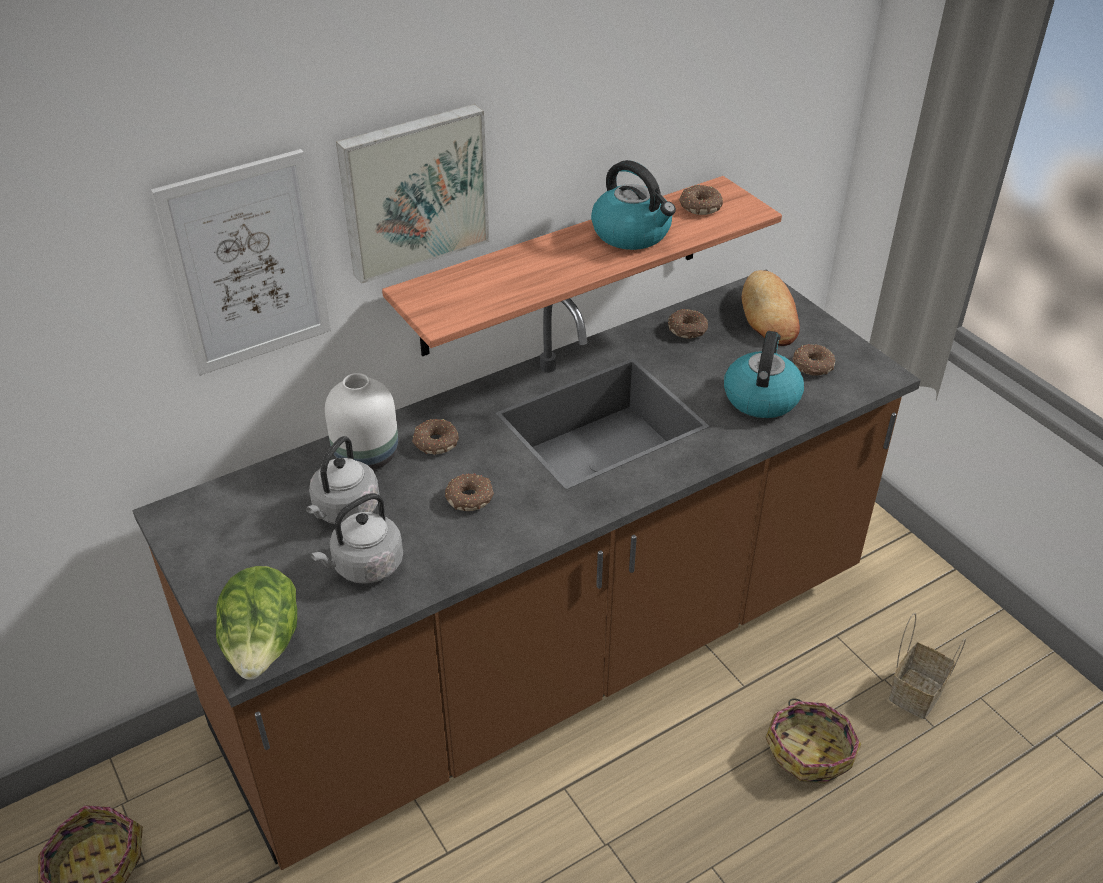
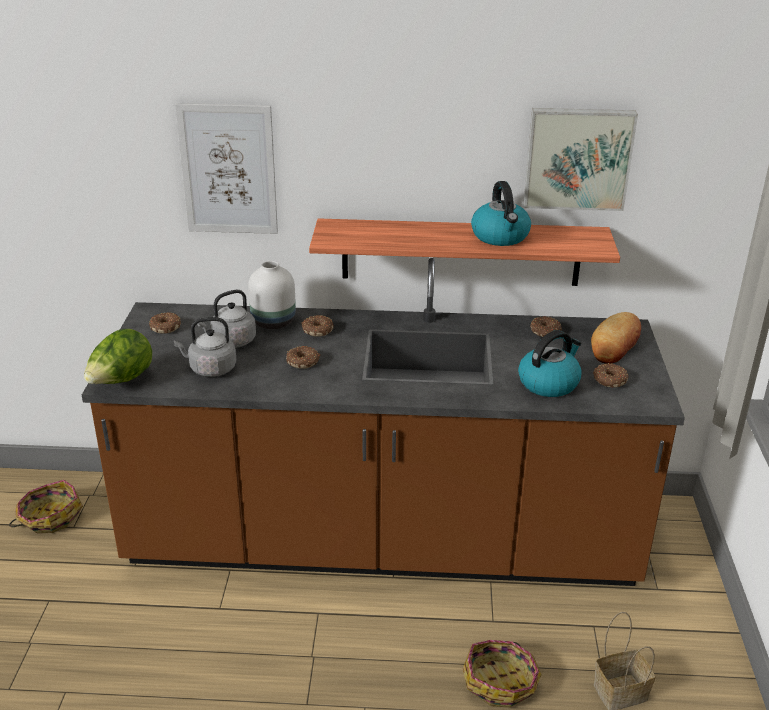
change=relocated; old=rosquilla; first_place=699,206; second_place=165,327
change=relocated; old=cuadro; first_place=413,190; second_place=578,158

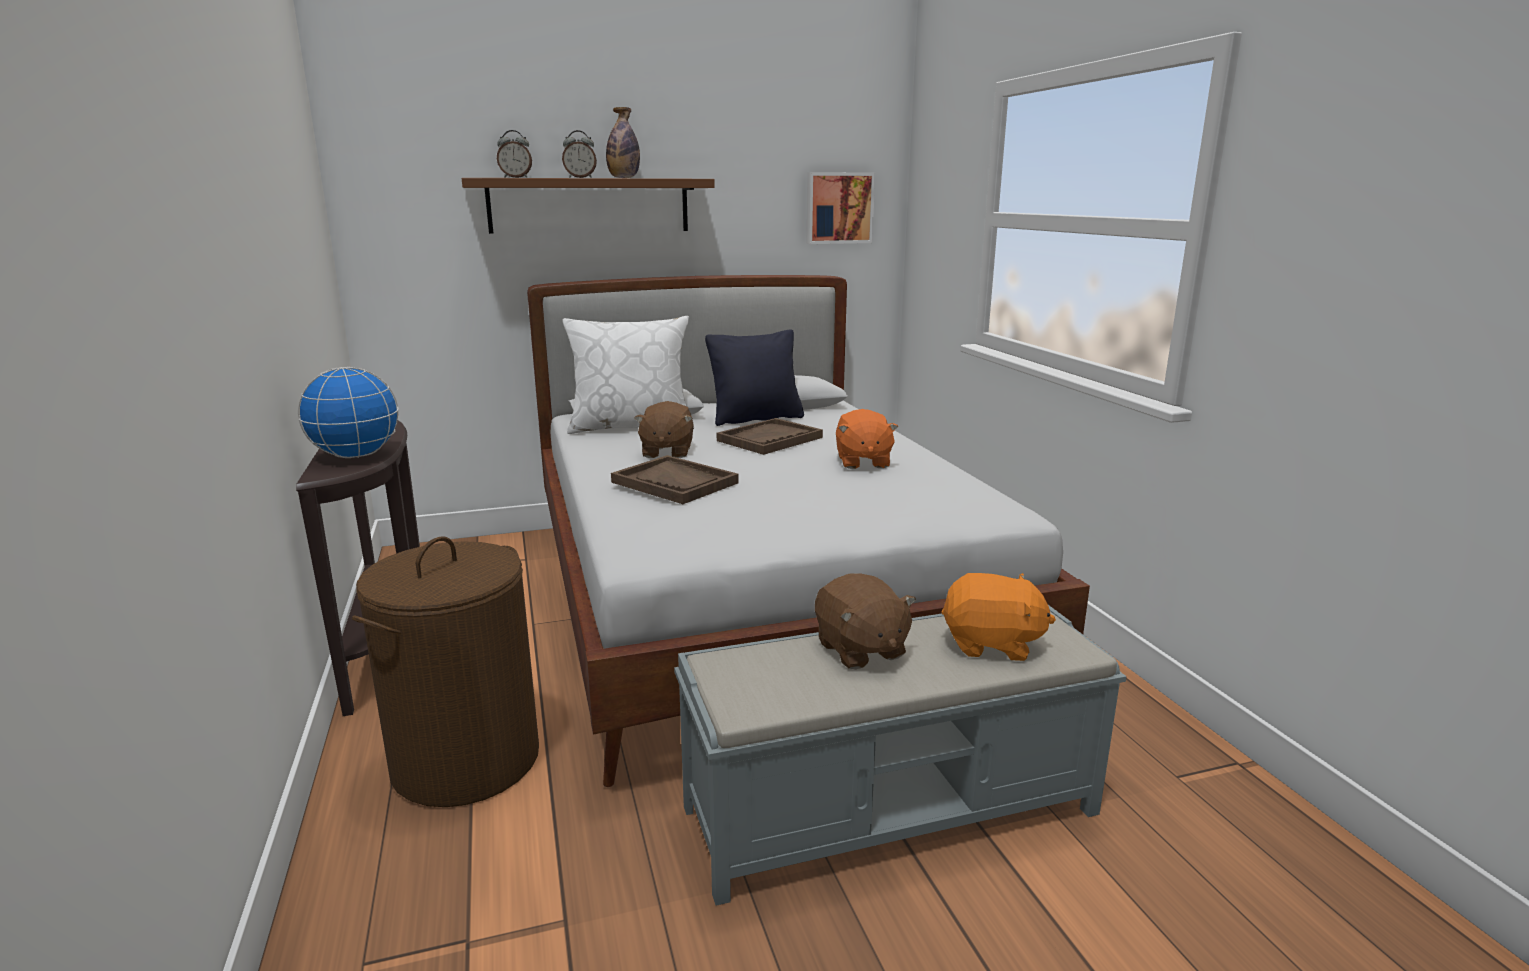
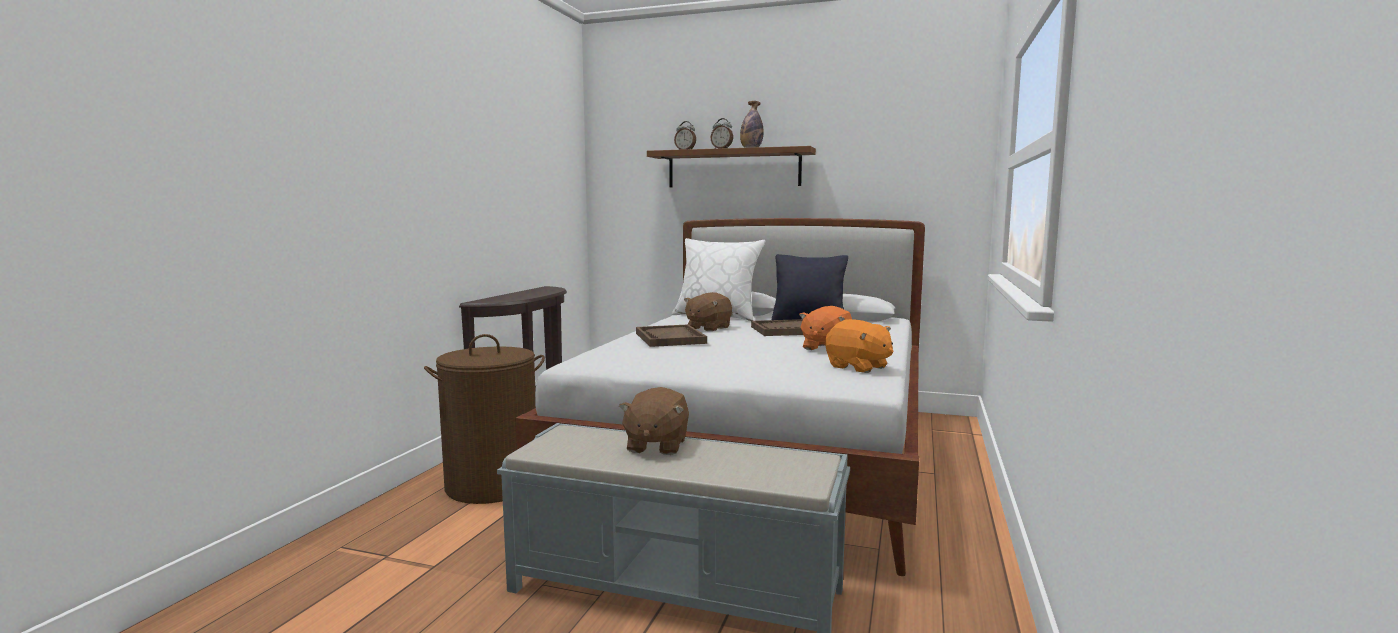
change=relocated; old=peluche (naranja); first_place=992,644; second_place=858,367
change=missing; old=globo terráqueo; first_place=356,456
change=missing; old=cuadro; first_place=839,208

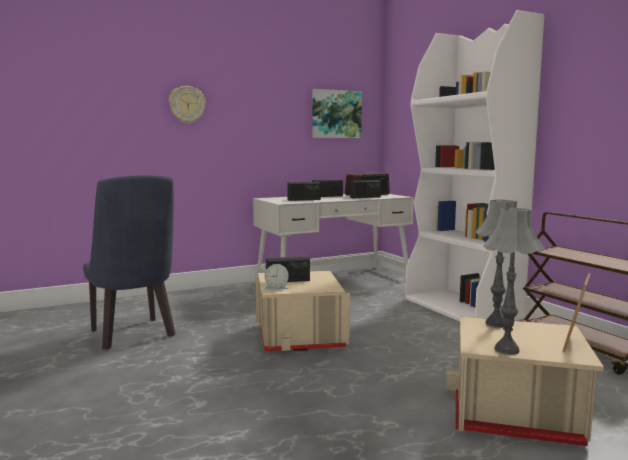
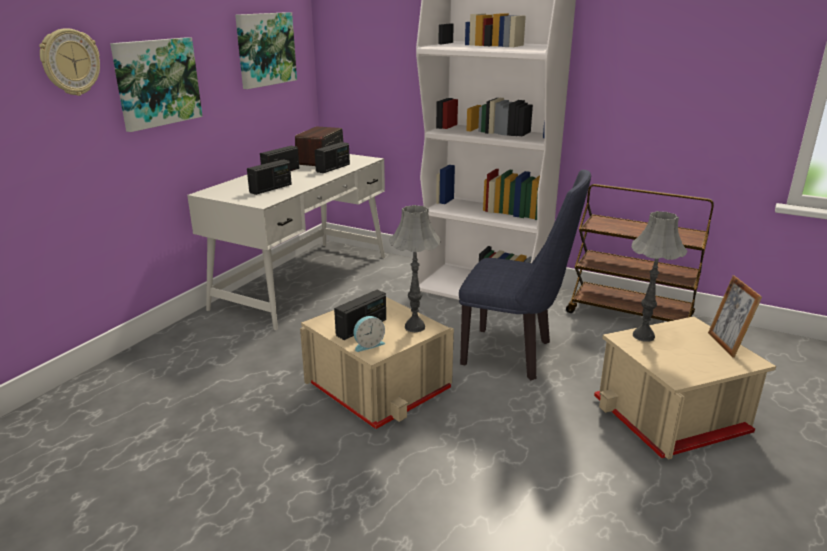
change=appeared; new=cuadro; second_place=157,82
change=relocated; old=lámpara de mesa (gris); first_place=506,350; second_place=414,327
change=relocated; old=silla (azul); first_place=134,335; second_place=515,354

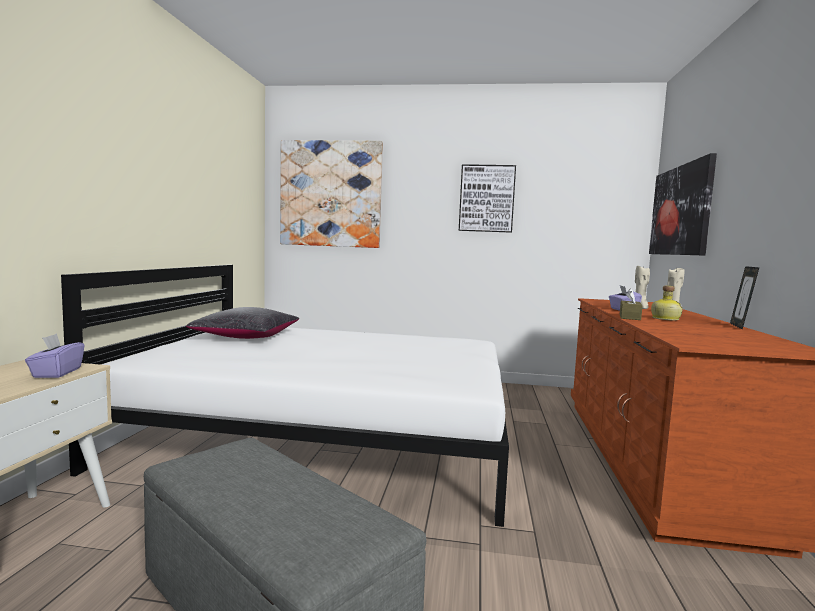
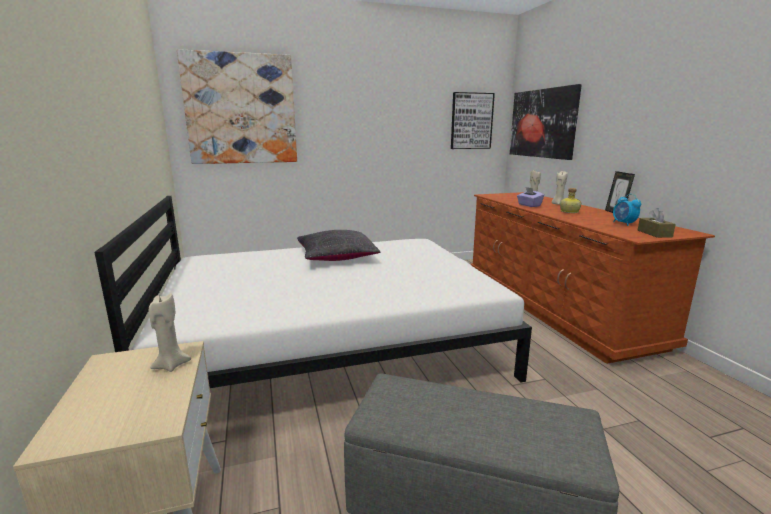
change=exchanged; old=caja de pañuelos (morado); new=vela (beis); first_place=56,373; second_place=171,365
change=relocated; old=cojín (negro); first_place=246,337; second_place=337,257
change=relocated; old=cuadro; first_place=486,198; second_place=471,121
change=appeared; new=despertador; second_place=623,224
change=relocated; old=caja de pañuelos (marrón); first_place=629,317; second_place=654,233

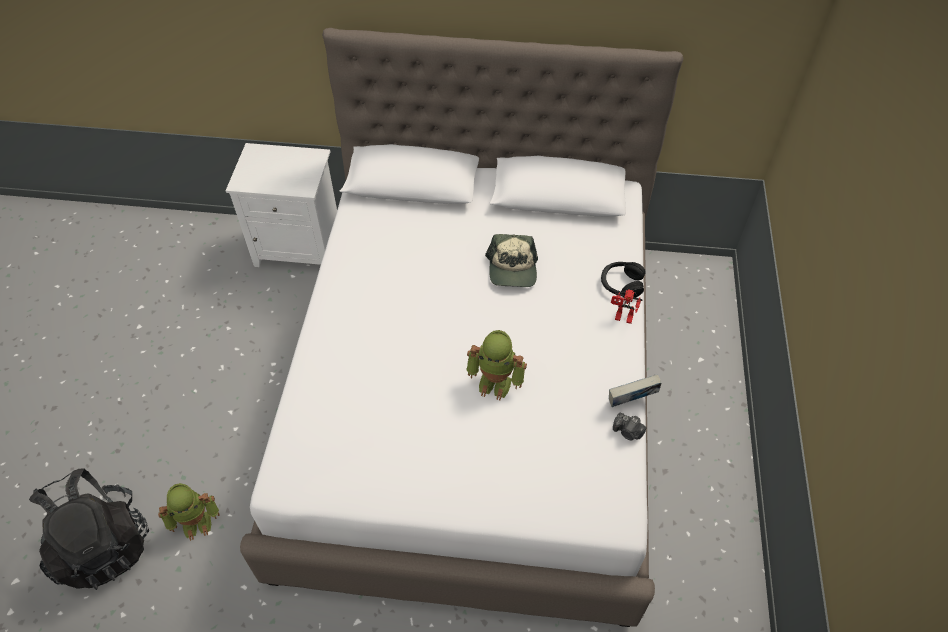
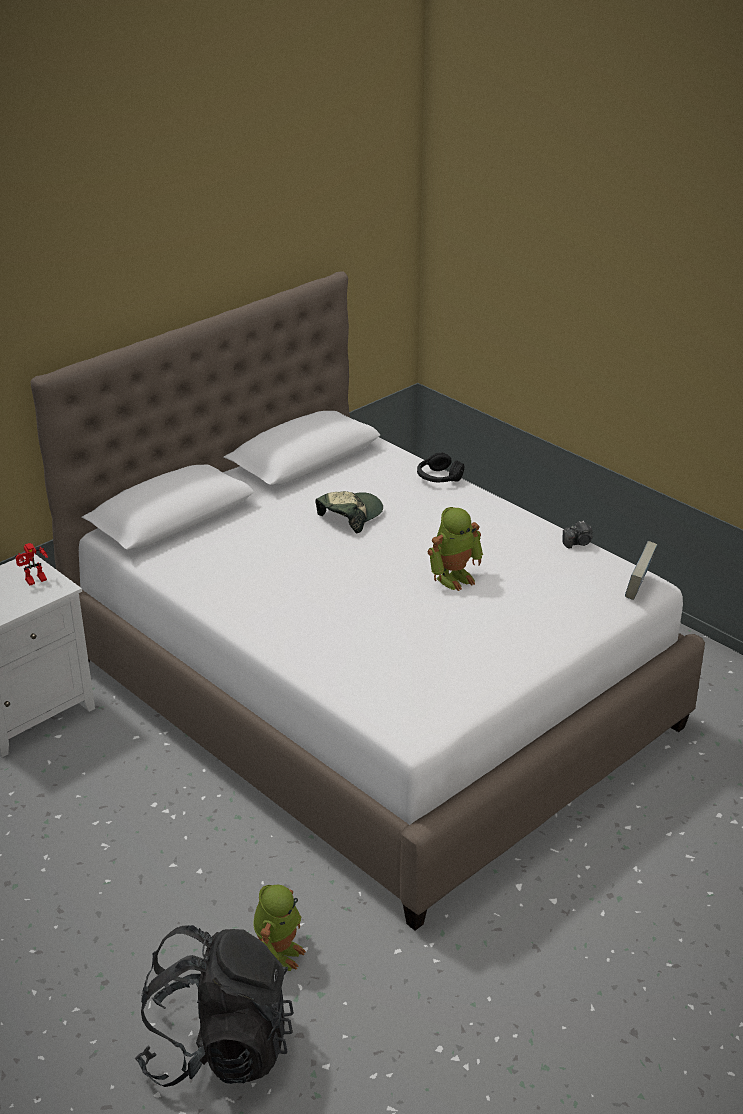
change=relocated; old=robot de juguete; first_place=622,318; second_place=35,581
change=spun; old=gorra; first_place=512,269; second_place=350,516; degrees=-90
change=relocated; old=libro; first_place=631,401; second_place=638,588

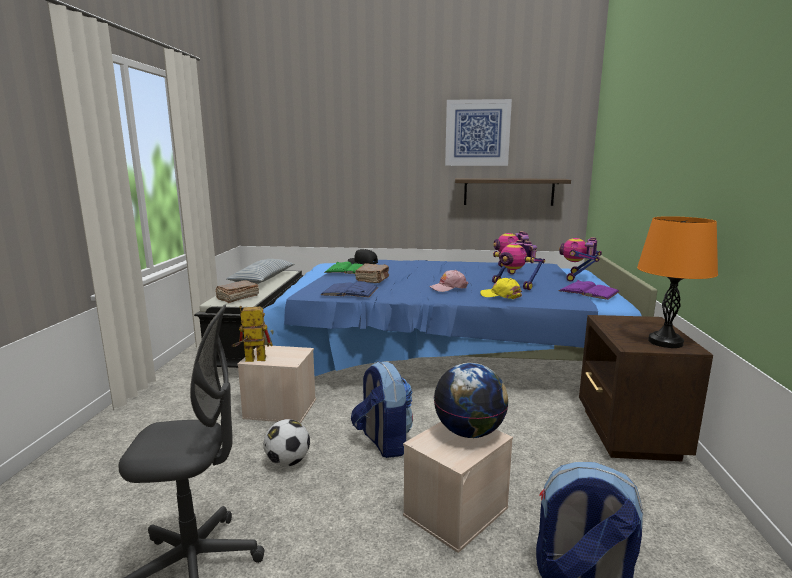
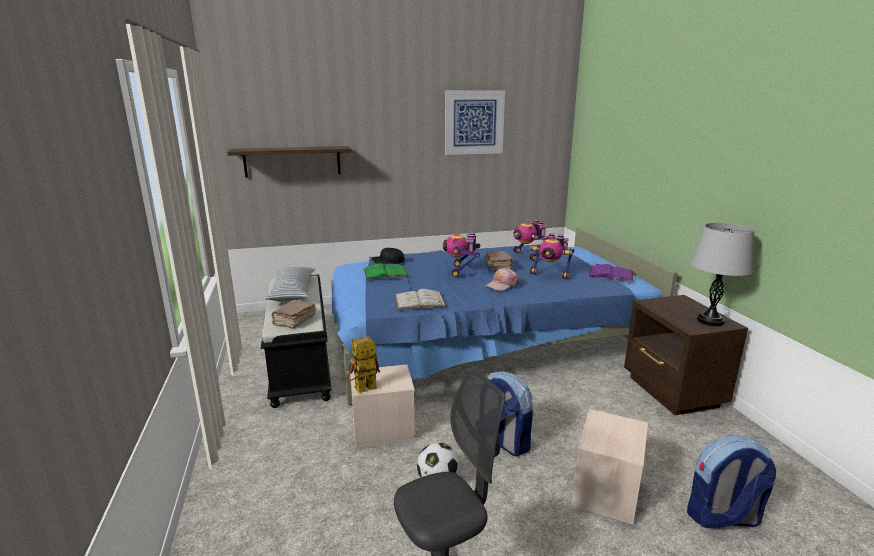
change=relocated; old=estante; first_place=508,192; second_place=292,161
change=colour; old=libro (azul); new=libro (blanco); first_place=350,291; second_place=419,301
change=relocated; old=robot de juguete; first_place=578,277; second_place=461,271
change=relocated; old=libro (marrón); first_place=373,280; second_place=498,266
change=colour; old=lámpara de mesa (naranja); new=lámpara de mesa (gris); first_place=665,342; second_place=710,321
change=missing; old=globo terráqueo; first_place=469,432
change=missing; old=gorra (amarillo); first_place=501,295

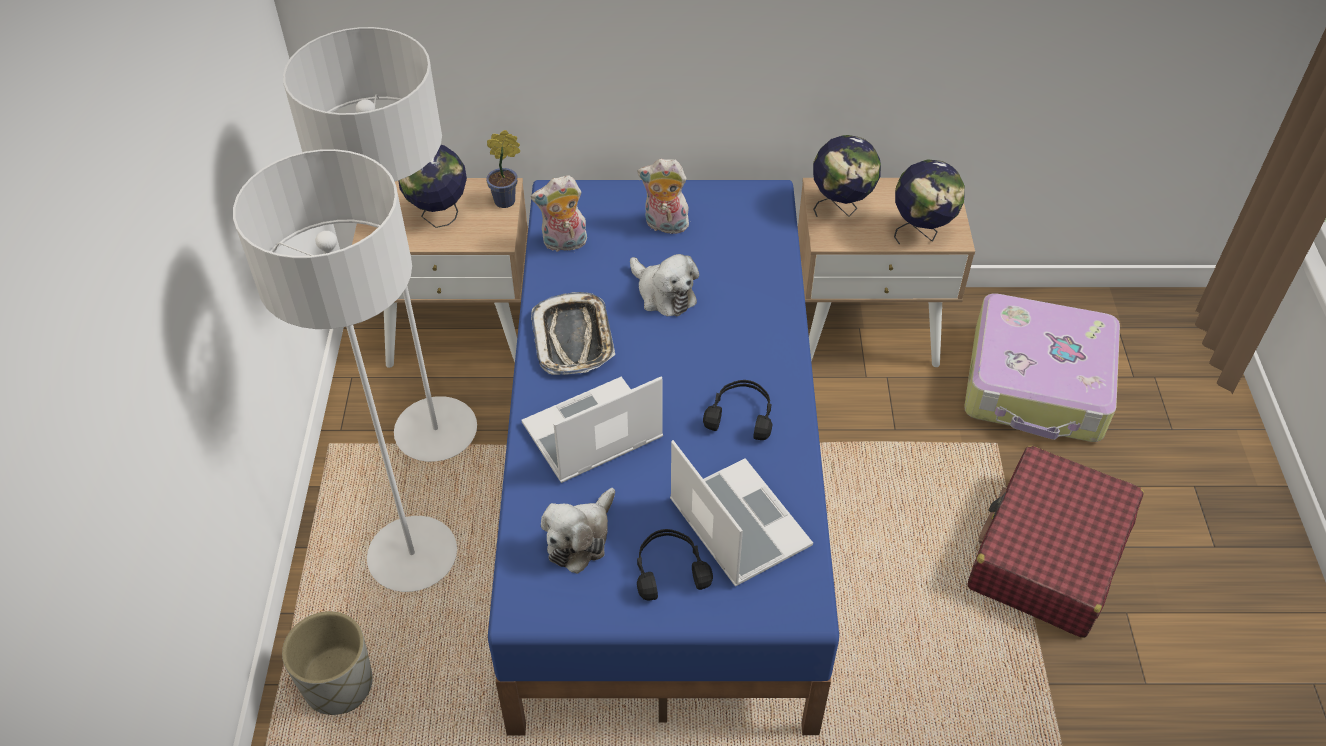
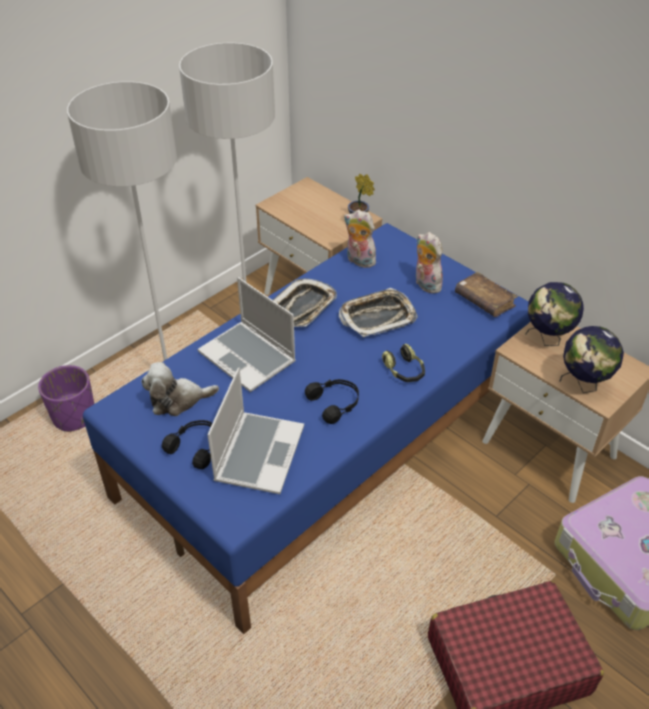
change=colour; old=maceta (gris); new=maceta (morado); first_place=338,684; second_place=74,416
change=spun; old=portátil; first_place=592,434; second_place=249,357; degrees=-150
change=exchanged; old=peluche; new=bandeja; first_place=663,294; second_place=377,317
change=appeared; new=auriculares; second_place=404,371
change=appeared; new=libro (marrón); second_place=484,301
change=missing; old=globo terráqueo; first_place=439,217

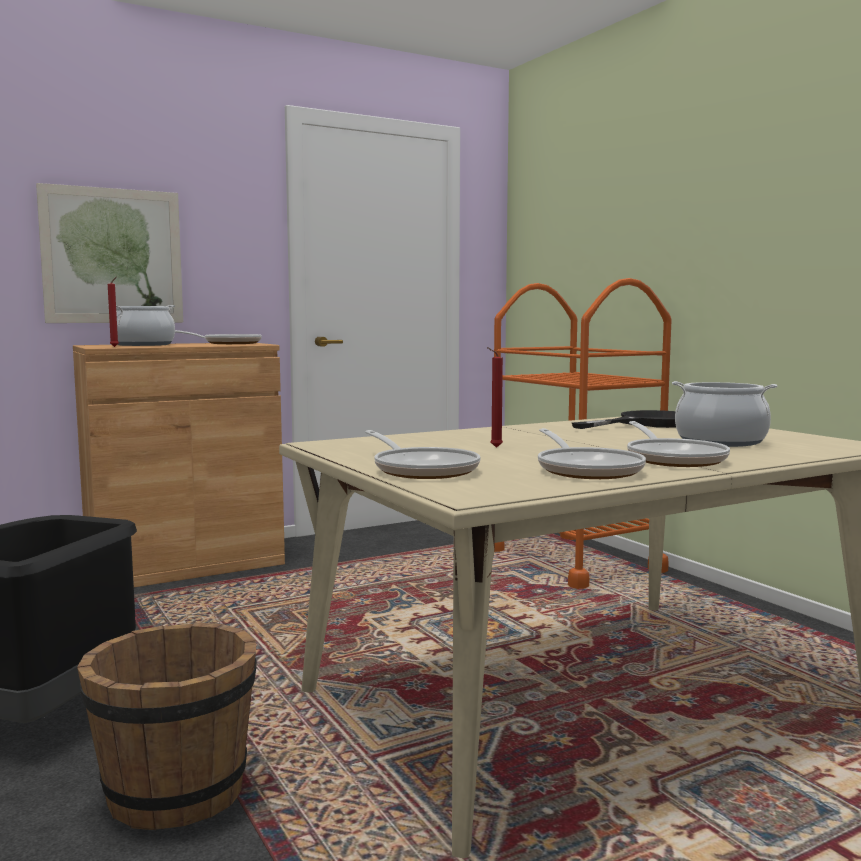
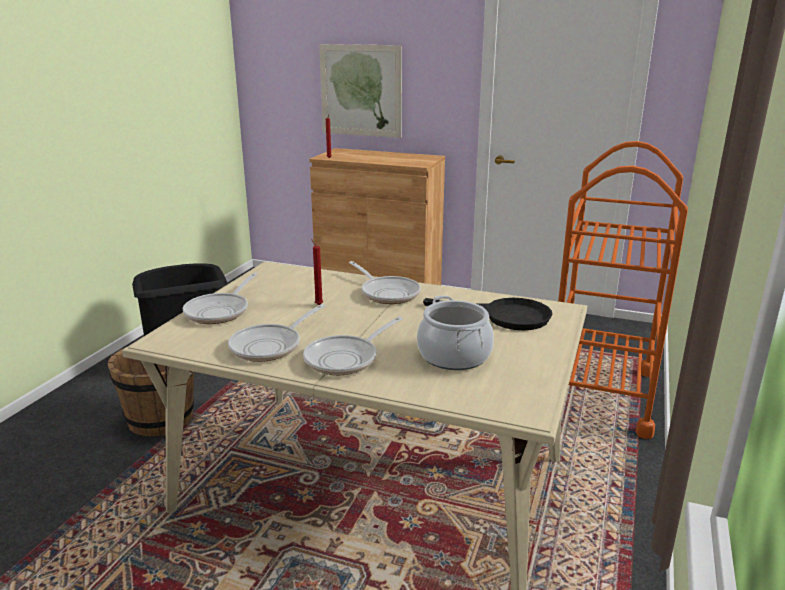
change=relocated; old=sartén; first_place=227,343; second_place=387,293
change=missing; old=olla; first_place=144,345

